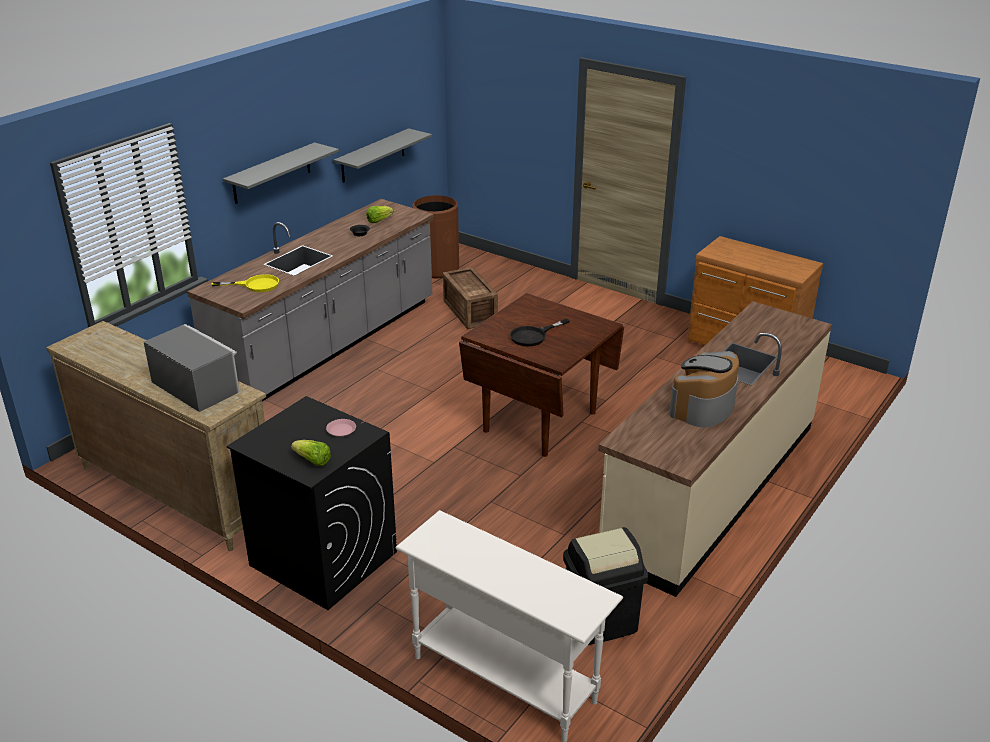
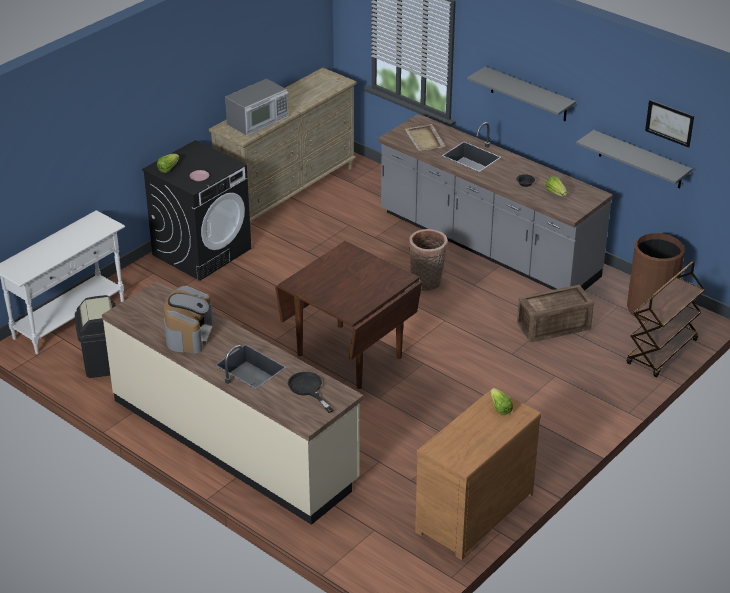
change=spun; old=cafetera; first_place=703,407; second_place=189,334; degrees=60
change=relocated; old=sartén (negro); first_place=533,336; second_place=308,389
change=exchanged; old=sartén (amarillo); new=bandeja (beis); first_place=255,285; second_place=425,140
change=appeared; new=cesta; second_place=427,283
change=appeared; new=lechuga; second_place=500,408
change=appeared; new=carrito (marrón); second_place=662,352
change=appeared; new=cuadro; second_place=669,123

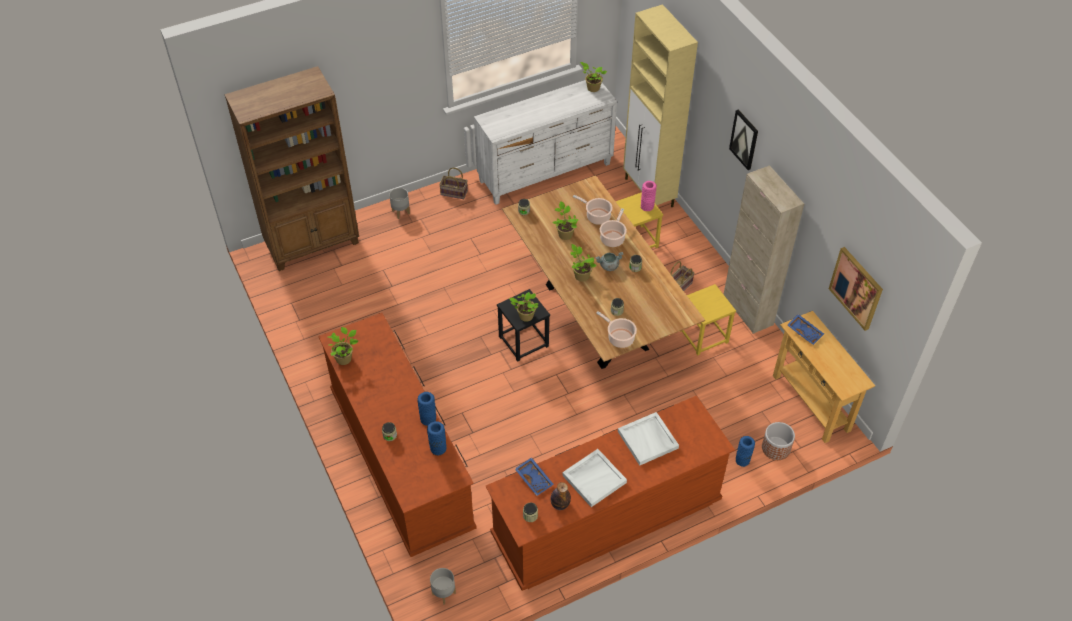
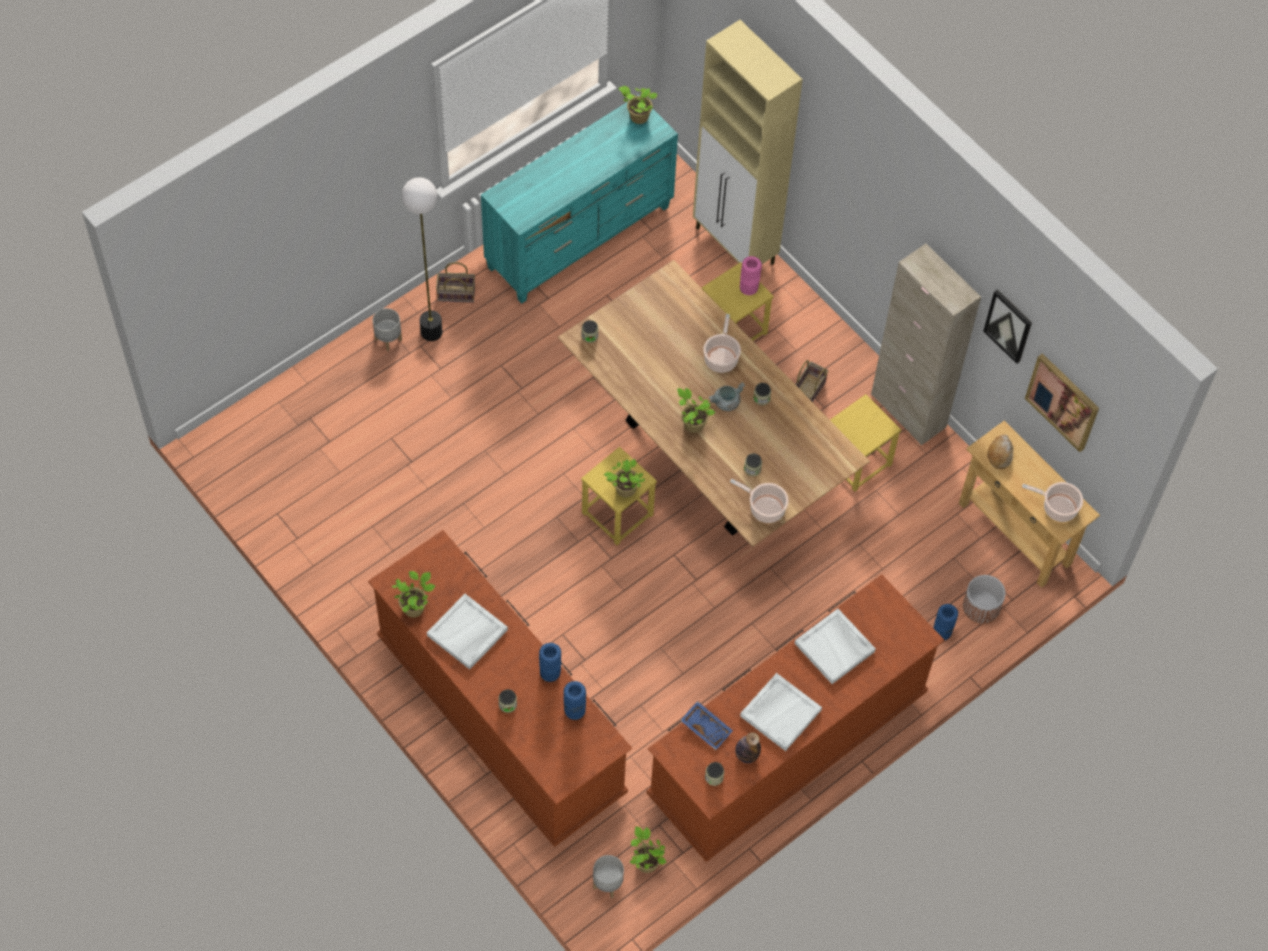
change=appeared; new=lámpara de pie; second_place=432,332
change=appeared; new=bandeja (blanco); second_place=467,633
change=colour; old=cómoda (blanco); new=cómoda (turquesa); first_place=546,173; second_place=580,238
change=colour; old=taburete (negro); new=taburete (amarillo); first_place=523,341; second_place=617,514
change=relocated; old=planta en maceta; first_place=565,234; second_place=646,862
change=relocated; old=cuadro; first_place=744,139; second_place=1008,325
change=exchanged; old=bandeja (azul); new=pan; first_place=805,332; second_place=1000,454
change=relocated; old=olla; first_place=596,216; second_place=1057,507
change=missing; old=estantería (marrón); first_place=313,244

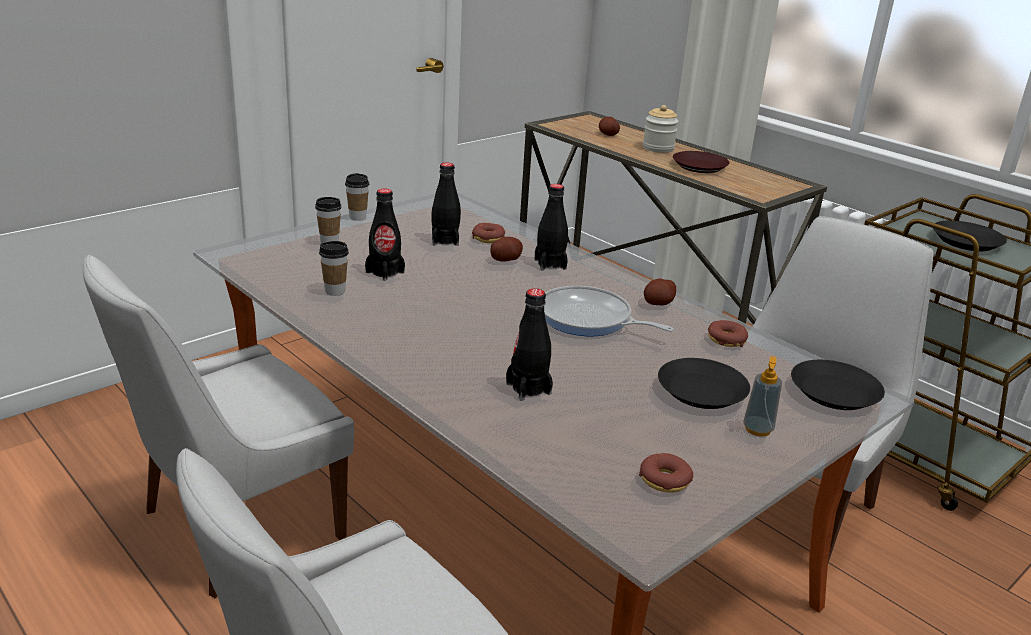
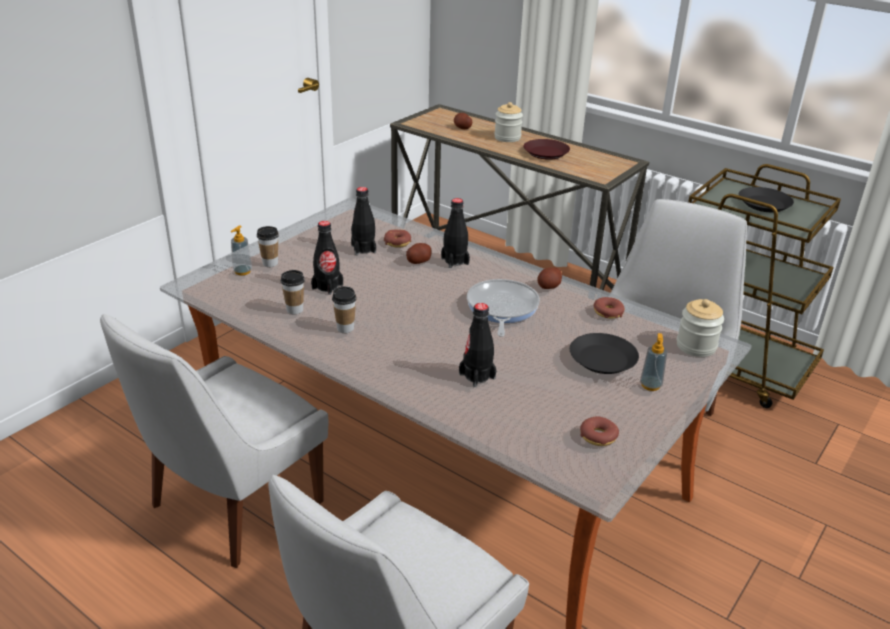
change=appeared; new=dispensador de jabón; second_place=242,271
change=relocated; old=taza; first_place=357,217; second_place=345,328
change=spun; old=sartén; first_place=589,319; second_place=501,308; degrees=75
change=exchanged; old=plato (negro); new=tarro; first_place=835,392; second_place=696,346

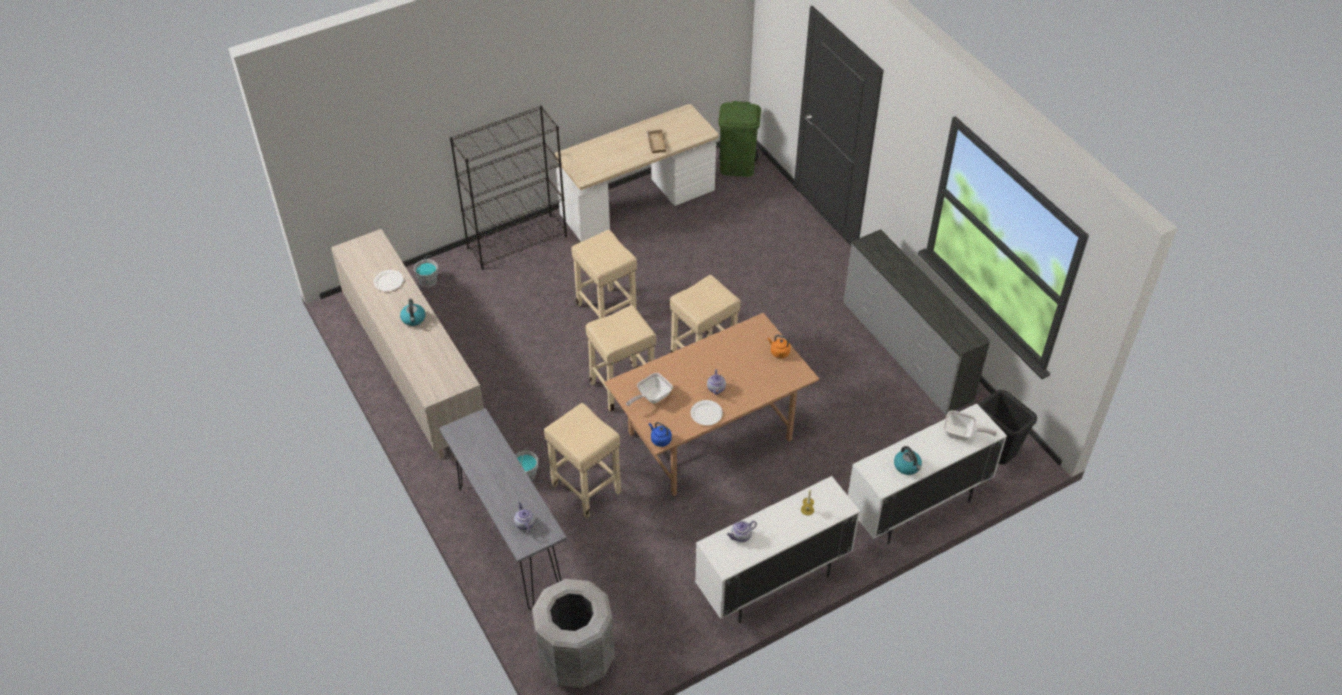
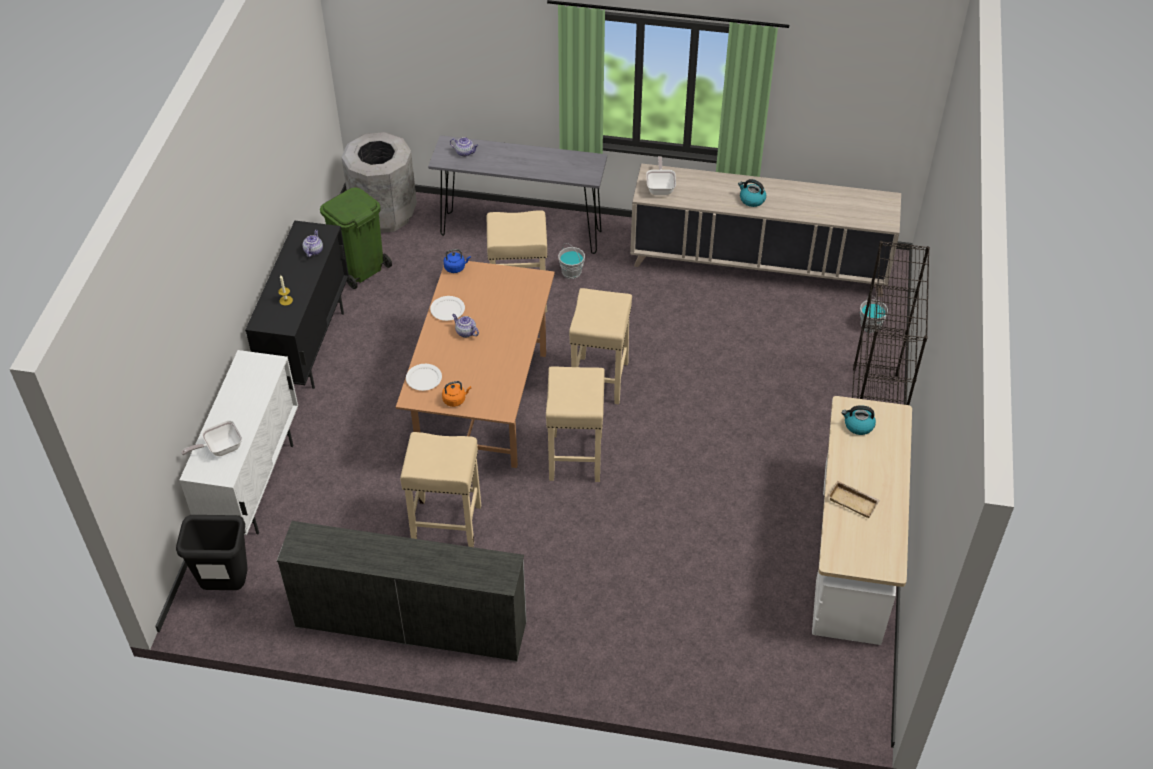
change=colour; old=armario (blanco); new=armario (negro); first_place=772,583; second_place=308,347
change=relocated; old=papelera (verde); first_place=737,166; second_place=359,269
change=relocated; old=taburete (beis); first_place=607,311; second_place=445,523
change=relocated; old=plato (blanco); first_place=389,281; second_place=423,378
change=relocated; old=sartén; first_place=651,397; second_place=660,187
change=relocated; old=hervidor; first_place=907,466; second_place=858,425

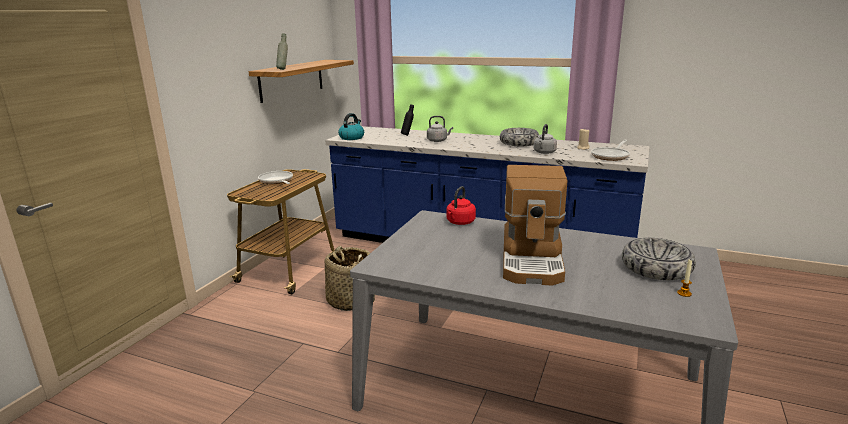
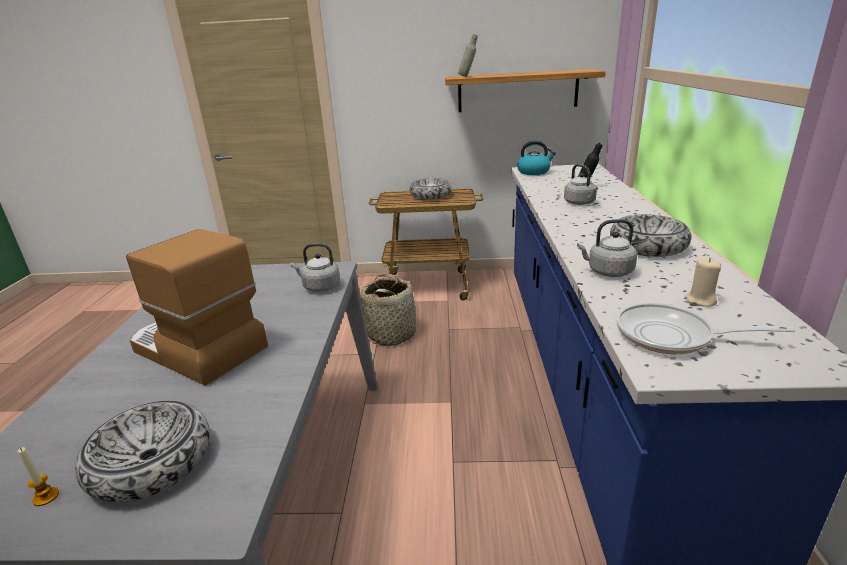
change=spun; old=cafetera; first_place=533,260; second_place=197,349; degrees=45
change=colour; old=hervidor (rojo); new=hervidor (gris); first_place=460,222; second_place=319,287
change=exchanged; old=sartén; new=cuenco; first_place=276,181; second_place=430,195

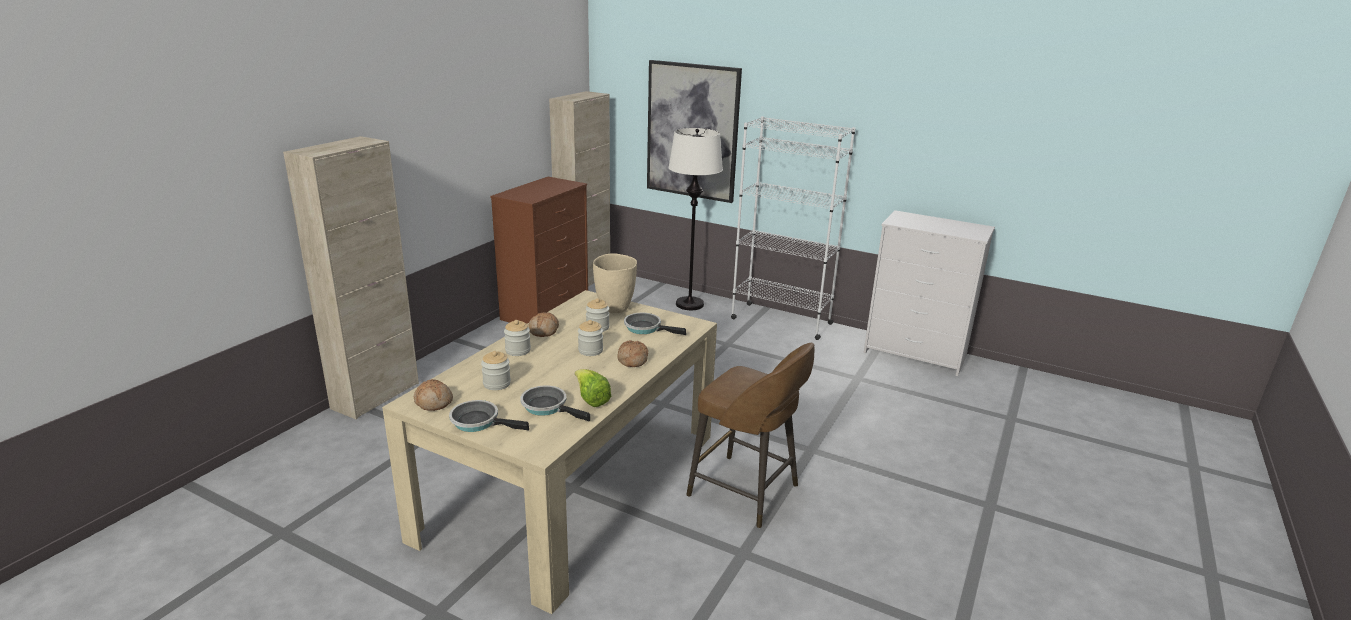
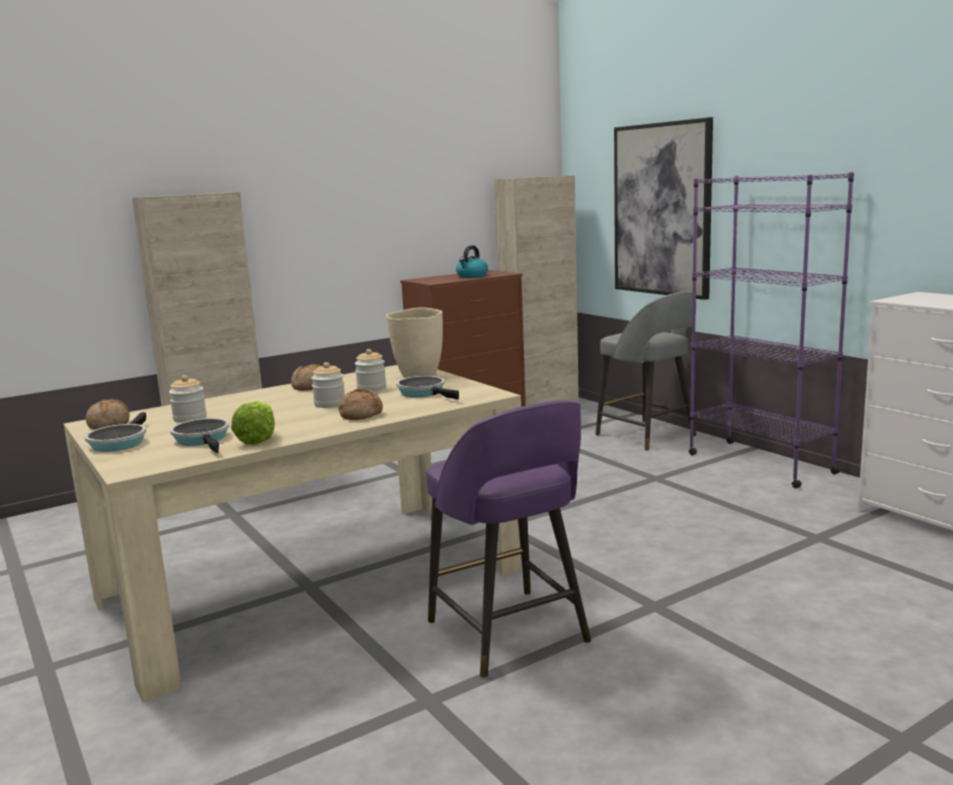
change=spun; old=sartén; first_place=479,422; second_place=119,442; degrees=-135
change=colour; old=taburete (marrón); new=taburete (morado); first_place=746,492; second_place=509,634
change=appeared; new=hervidor; second_place=472,276
change=exchanged; old=lámpara de pie (blanco); new=taburete (gris); first_place=689,304; second_place=647,436
change=colour; old=estantería (blanco); new=estantería (morado); first_place=781,321; second_place=759,463
change=missing; old=tarro; first_place=518,350

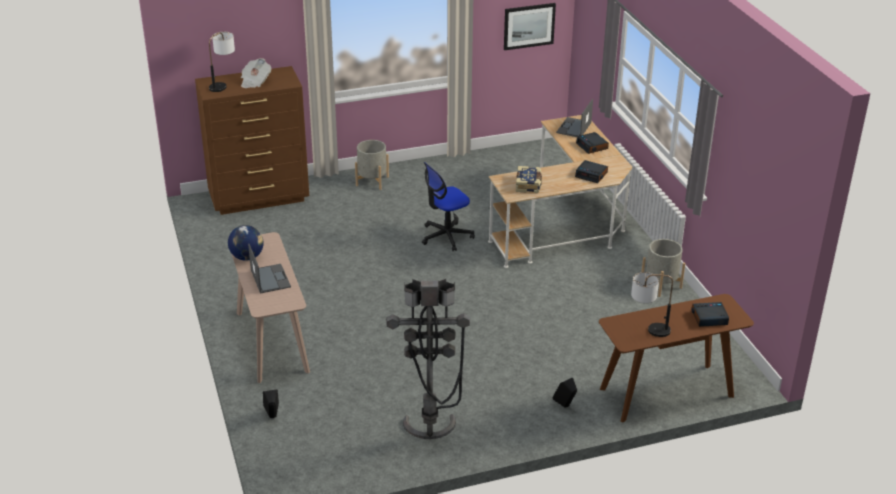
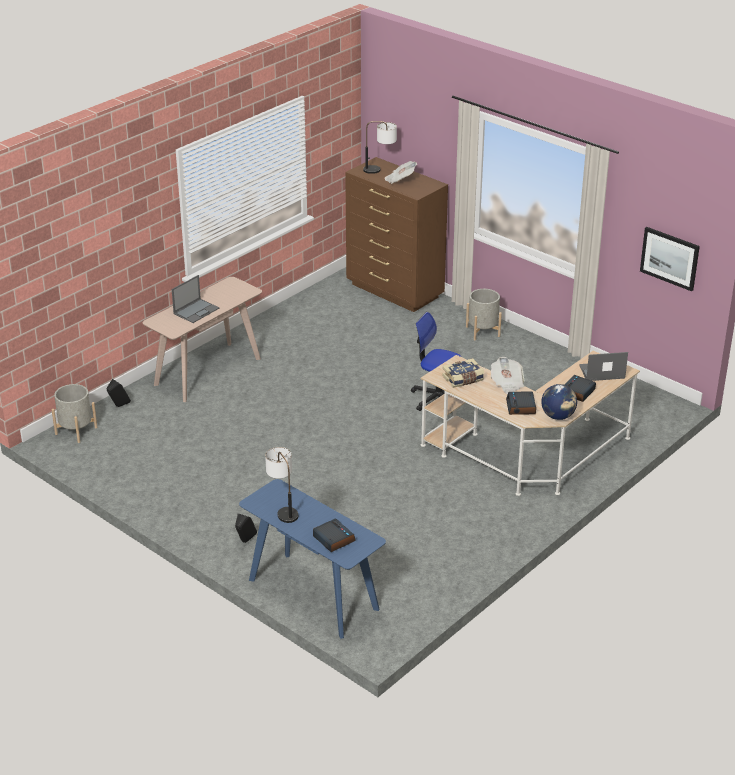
change=relocated; old=maceta (gris); first_place=661,285; second_place=76,431
change=colour; old=mesa consola (marrón); new=mesa consola (azul); first_place=666,393; second_place=312,594
change=appeared; new=periódico; second_place=507,384
change=relocated; old=globo terráqueo; first_place=247,257; second_place=558,416
change=missing; old=lámpara de pie (gris); first_place=430,434

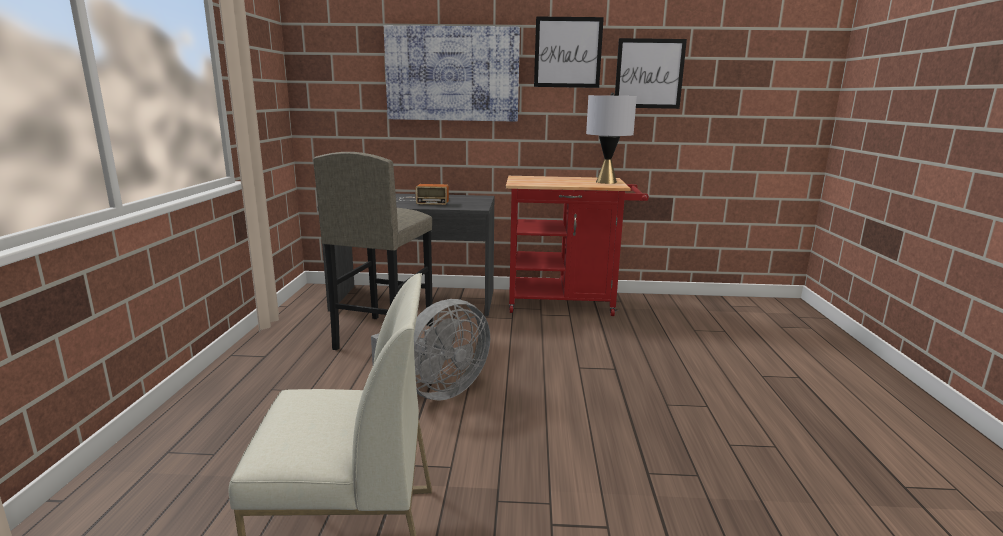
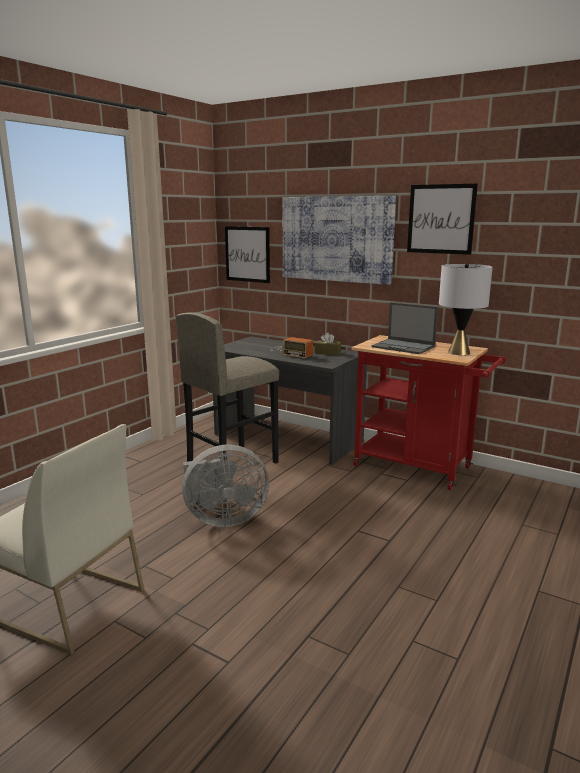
change=relocated; old=cuadro; first_place=649,74; second_place=247,254
change=appeared; new=caja de pañuelos (marrón); second_place=327,352
change=appeared; new=portátil; second_place=404,347

